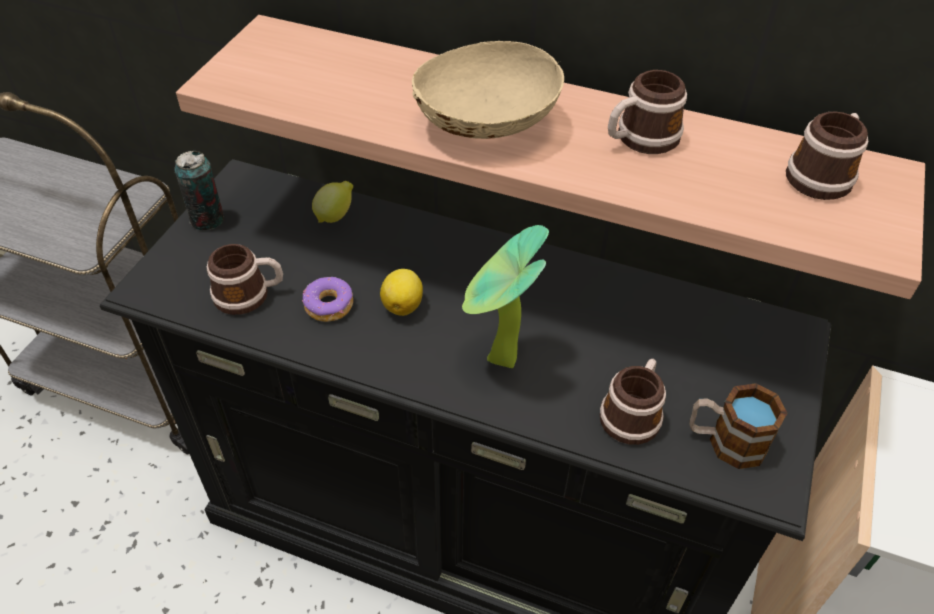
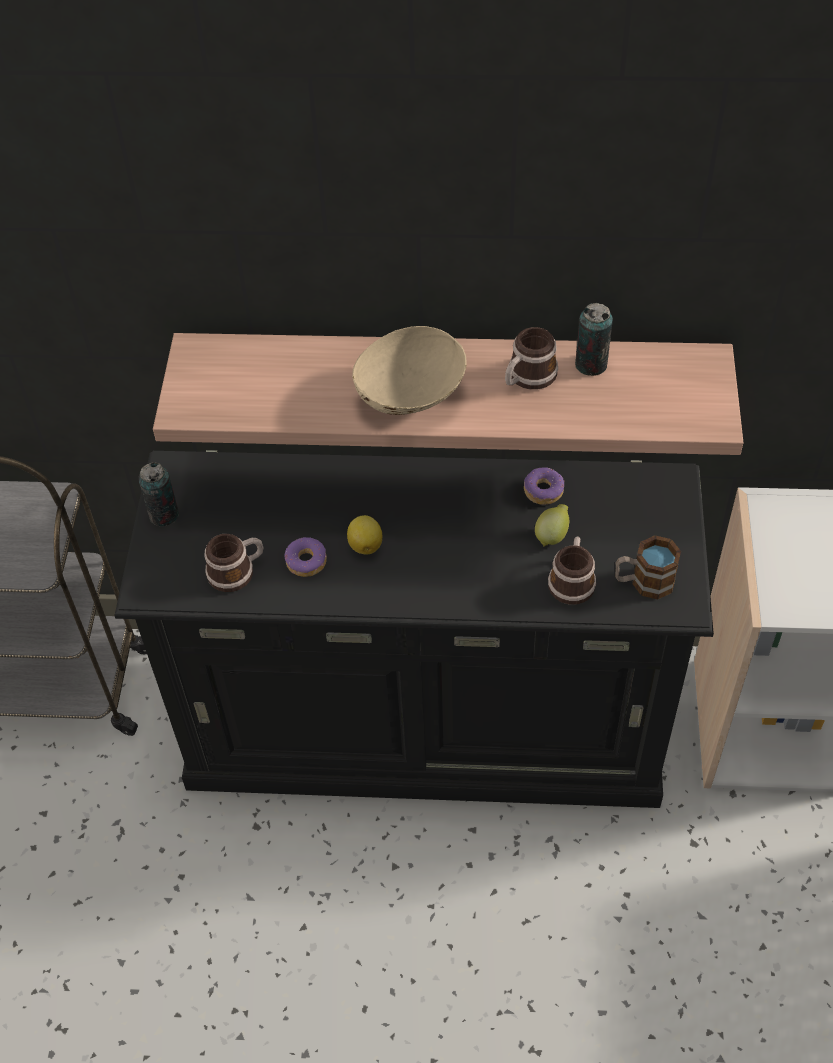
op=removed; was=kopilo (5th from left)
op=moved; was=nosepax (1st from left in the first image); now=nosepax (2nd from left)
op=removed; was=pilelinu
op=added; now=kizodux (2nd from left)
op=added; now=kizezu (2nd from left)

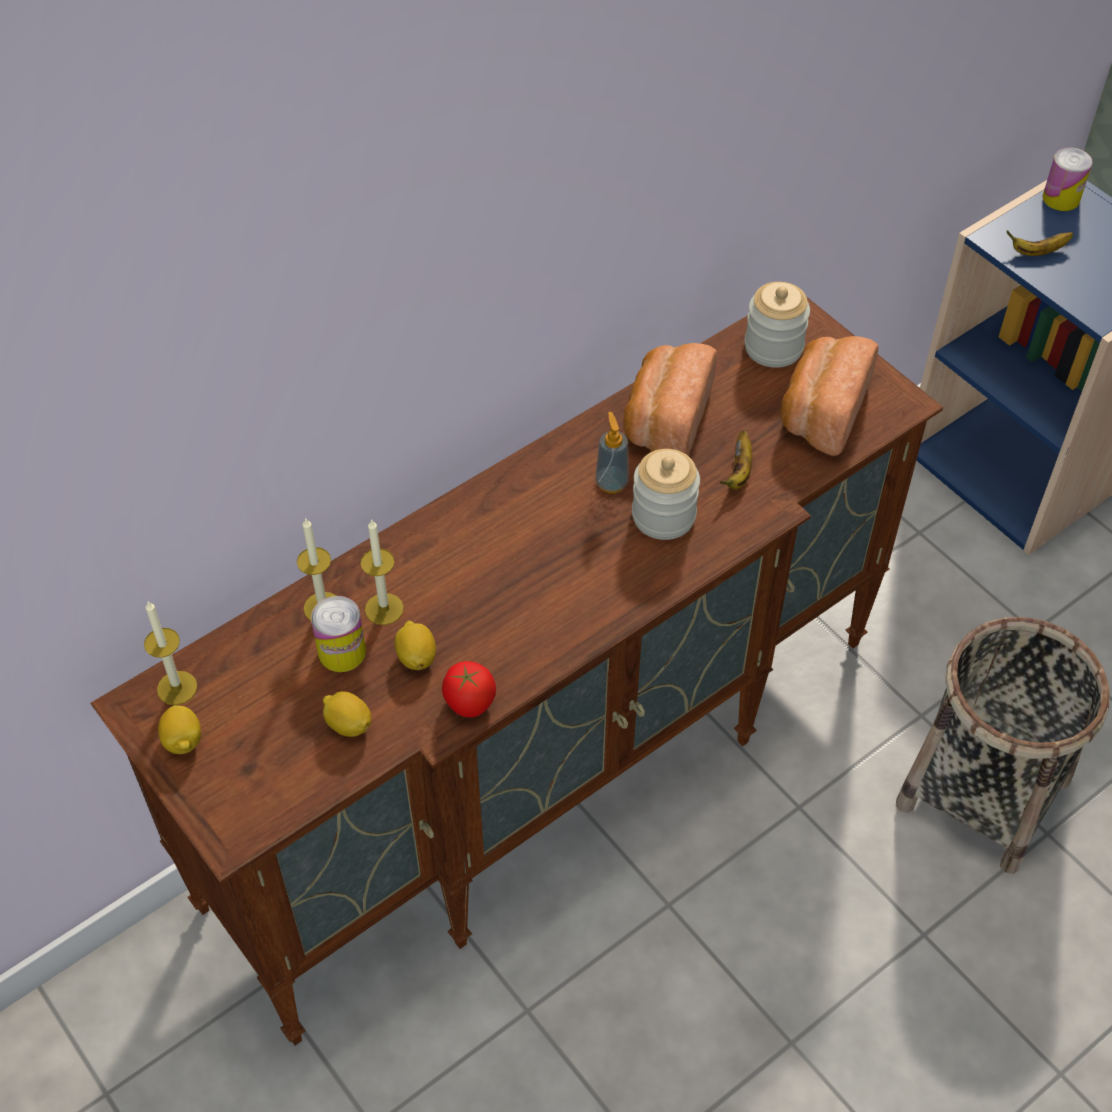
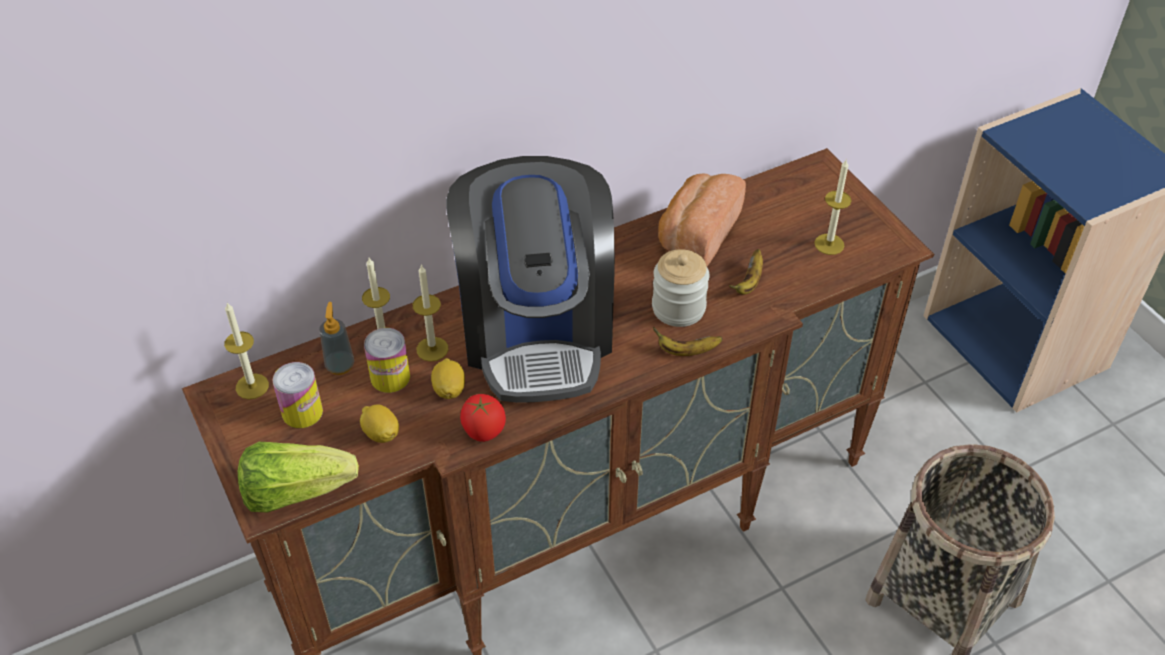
op=moved; was=kizodux (2nd from left in the first image); now=kizodux (1st from left)
op=moved; was=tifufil (2nd from left in the first image); now=tifufil (1st from left)
op=removed; was=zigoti (2nd from left)
op=replaced; was=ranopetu (2nd from left); now=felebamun (4th from left)
op=moved; was=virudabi
op=removed; was=nosepax (1st from left)
op=added; now=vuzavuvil
op=added; now=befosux

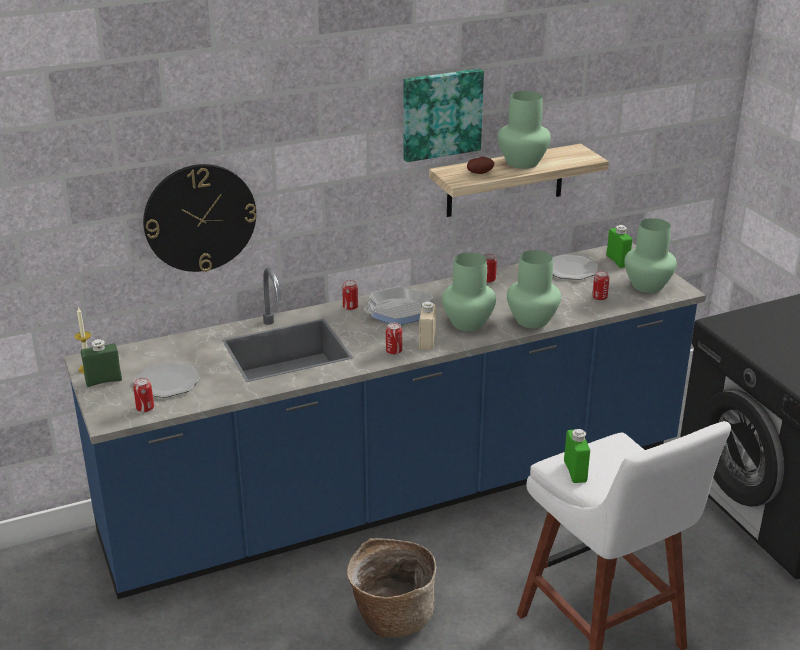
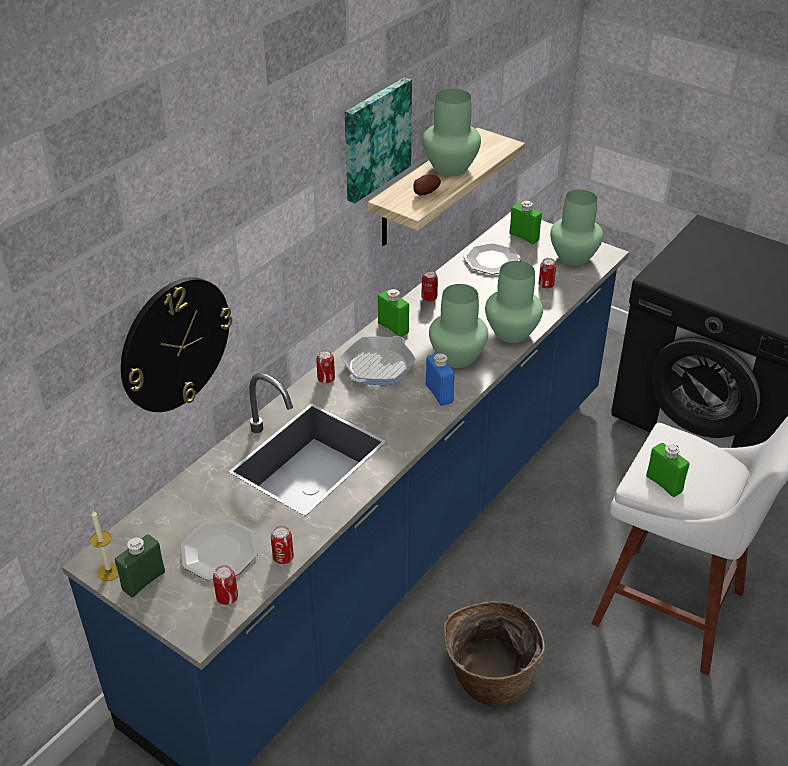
op=recoloured; was=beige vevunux; now=blue vevunux
op=moved; was=kizodux (3rd from left in the first image); now=kizodux (2nd from left)
op=added; now=green vevunux (2nd from left)

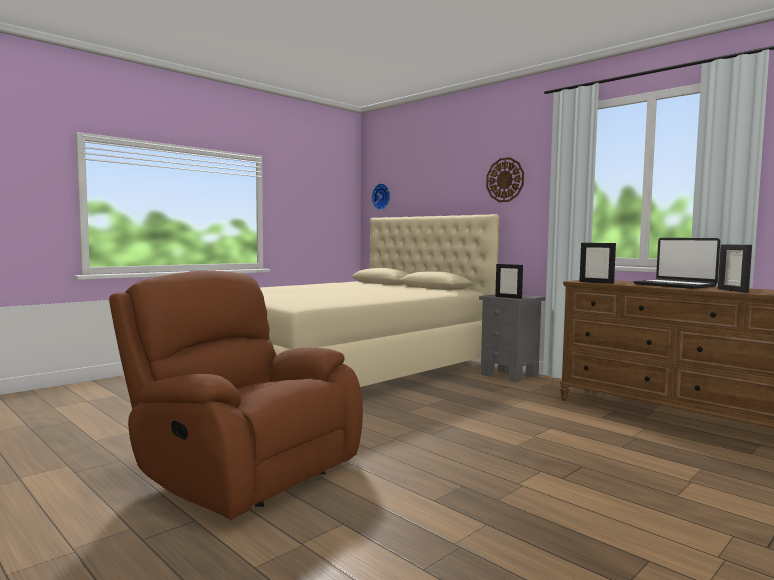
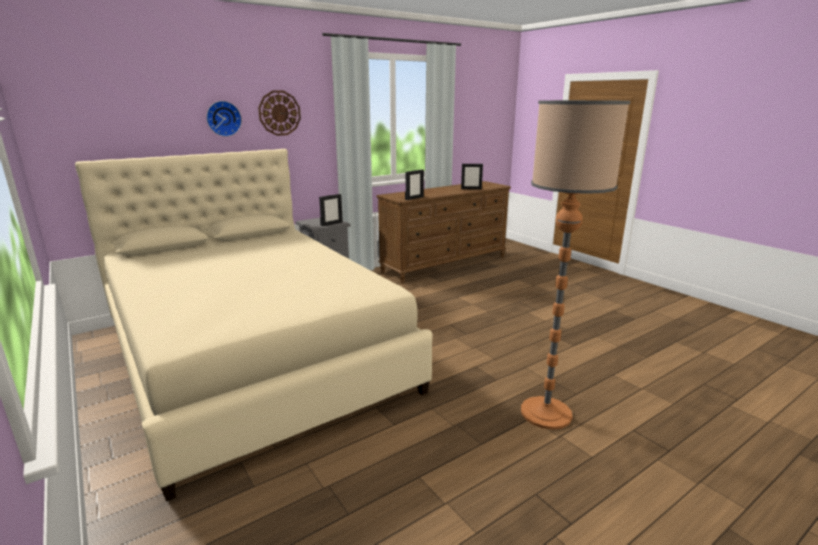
op=moved; was=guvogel (1st from left)
op=removed; was=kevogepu
op=replaced; was=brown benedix; now=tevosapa

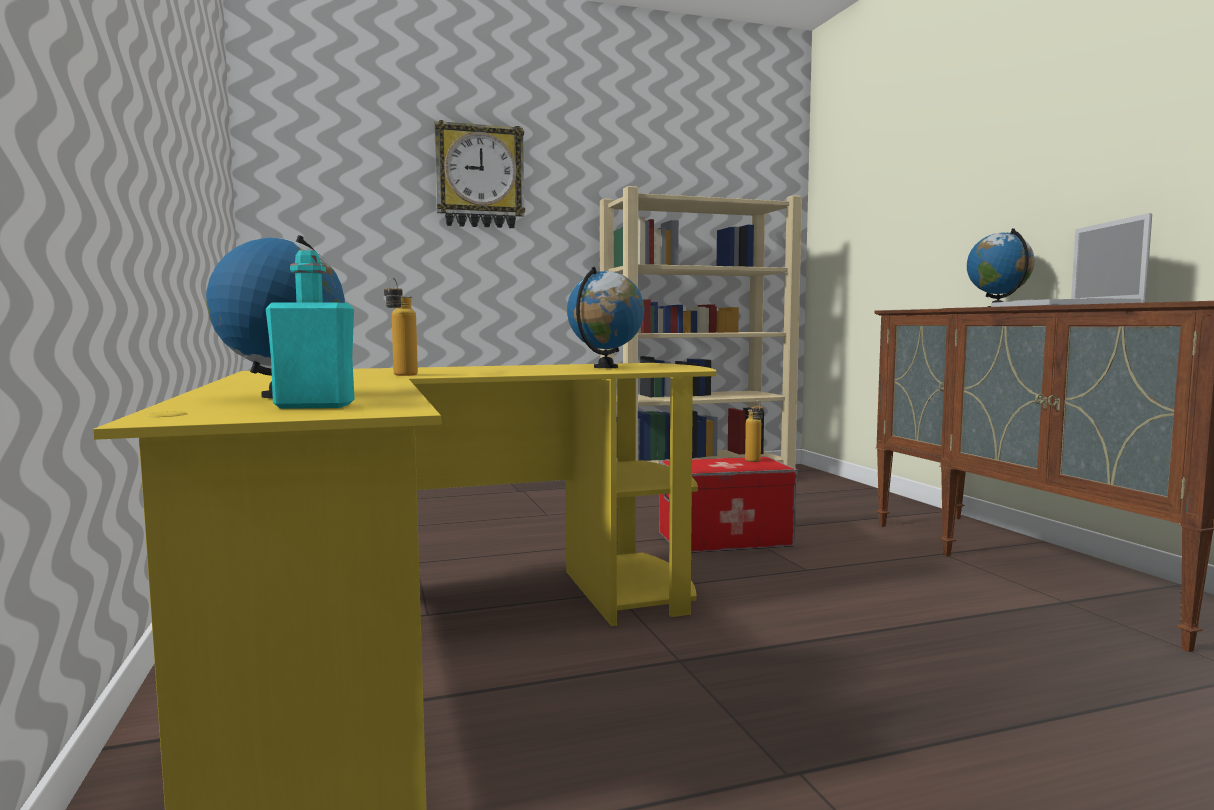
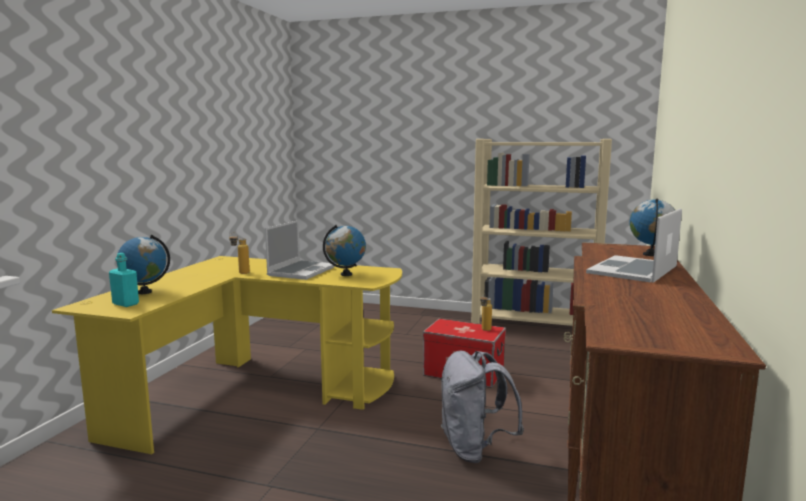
op=removed; was=guvogel
op=added; now=kevogepu (1st from left)
op=added; now=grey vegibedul

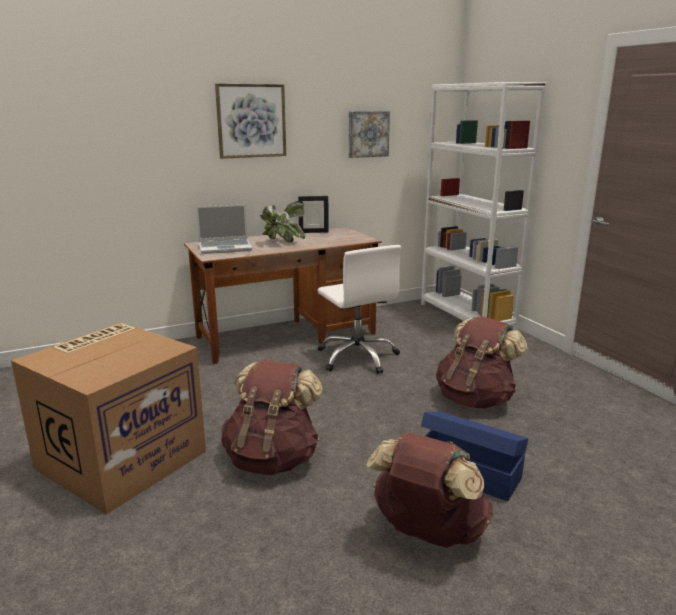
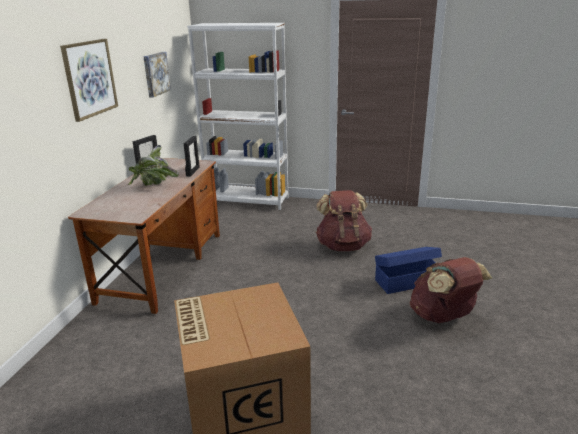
op=removed; was=kevogepu
op=removed; was=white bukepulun
op=removed; was=brown vegibedul (1st from left)
op=added; now=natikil (2nd from left)

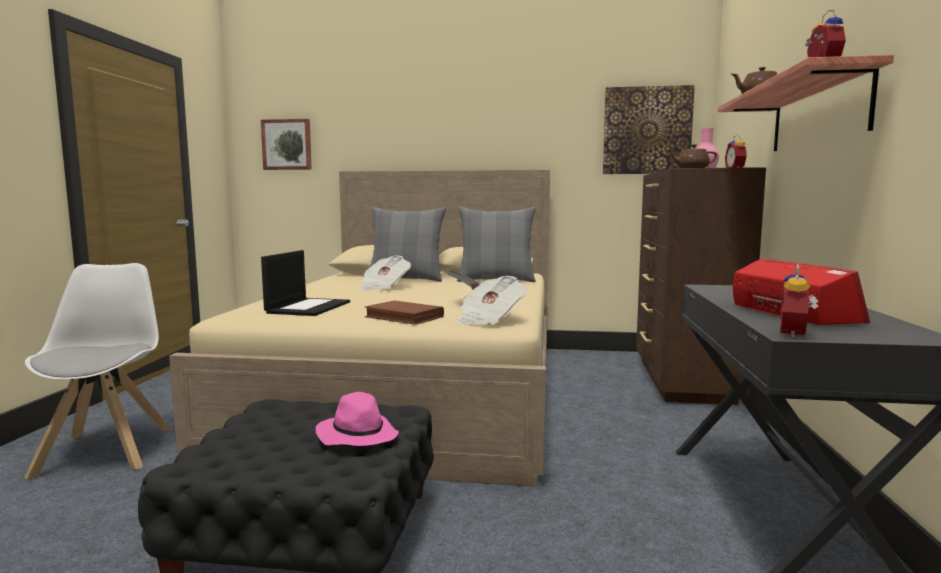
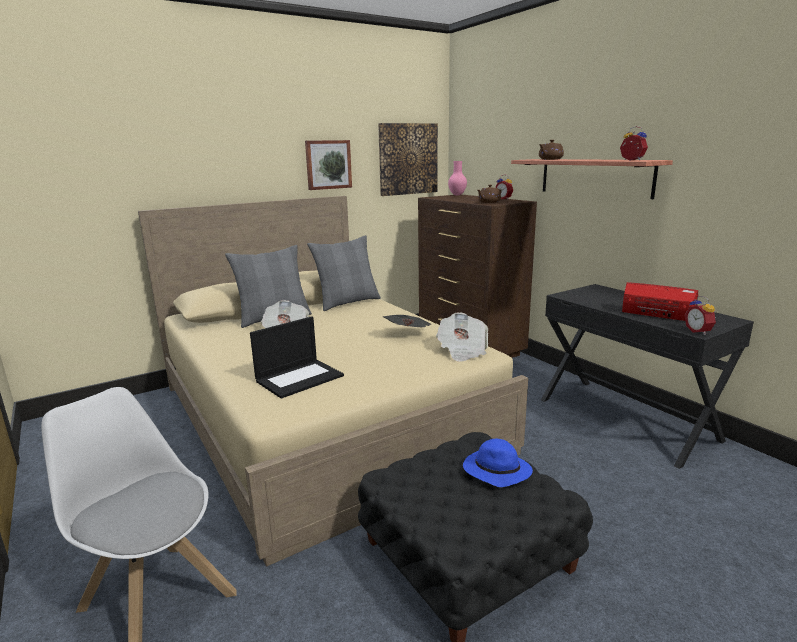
op=moved; was=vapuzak (1st from left)
op=turned; was=kevogepu; clockwise=75
op=removed; was=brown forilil
op=recoloured; was=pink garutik; now=blue garutik

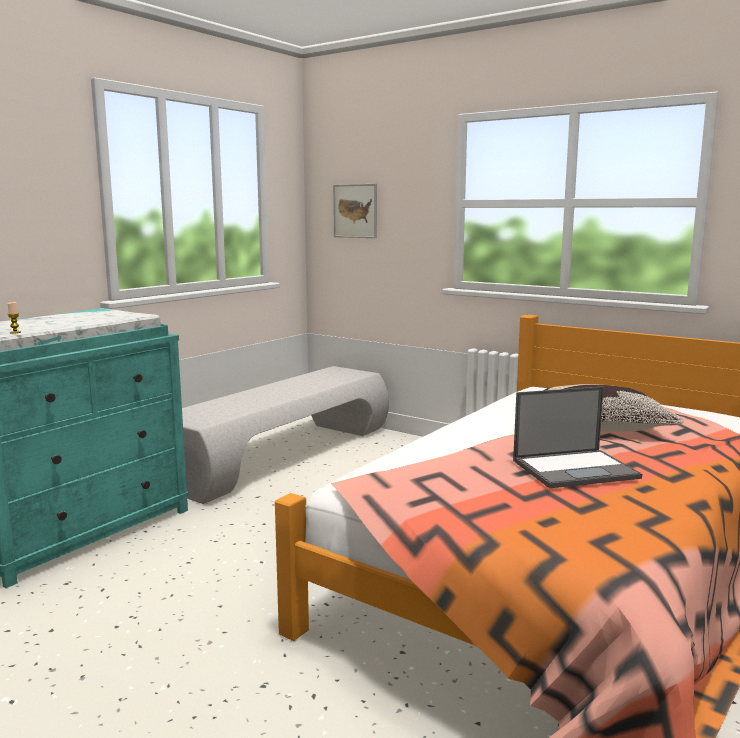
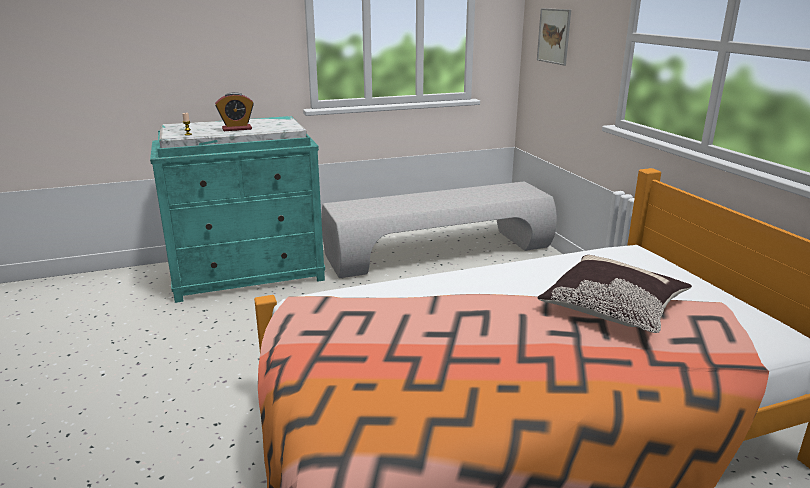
op=removed; was=kevogepu
op=added; now=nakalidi

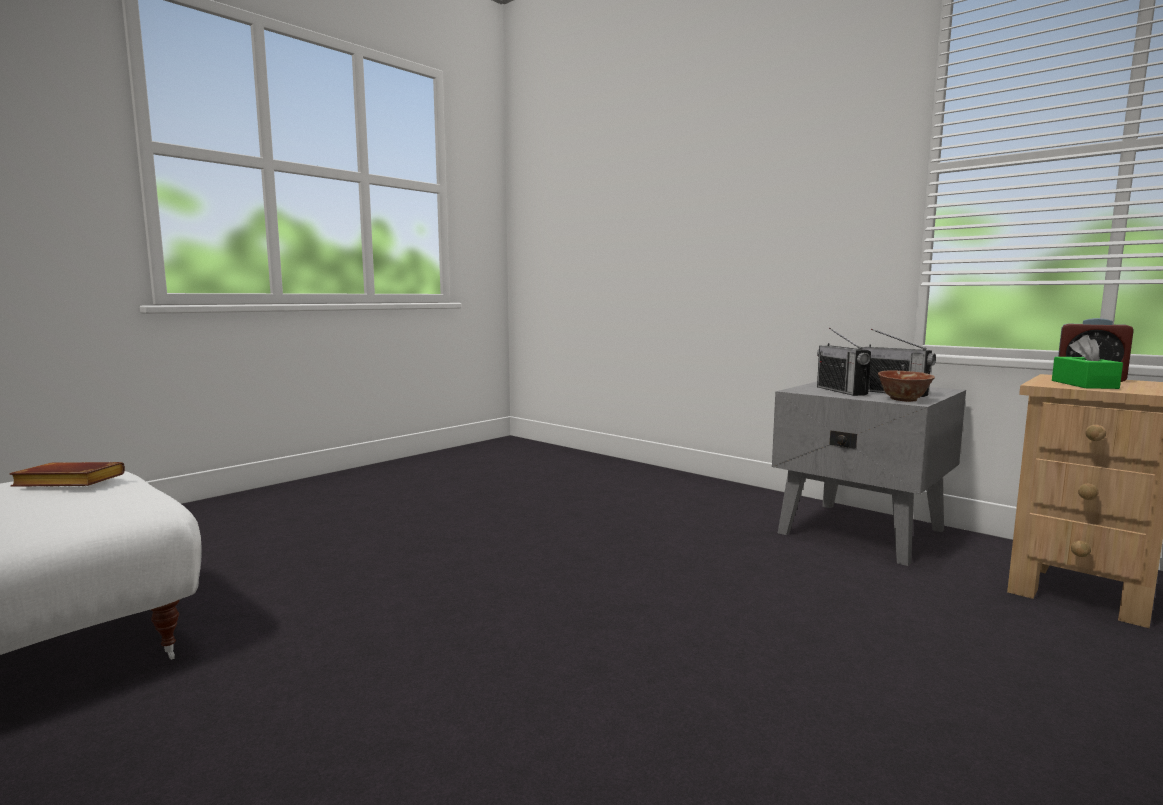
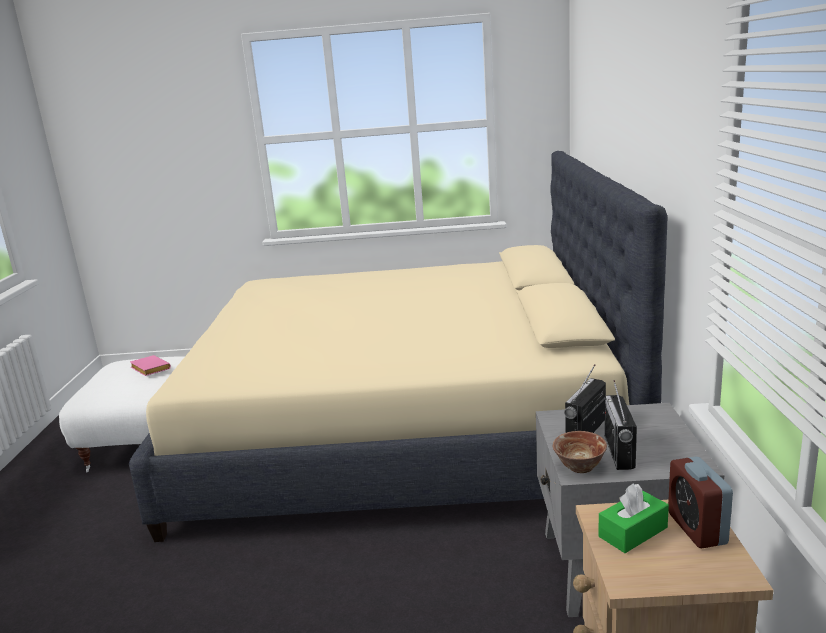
op=recoloured; was=brown forilil; now=pink forilil
op=added; now=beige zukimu

